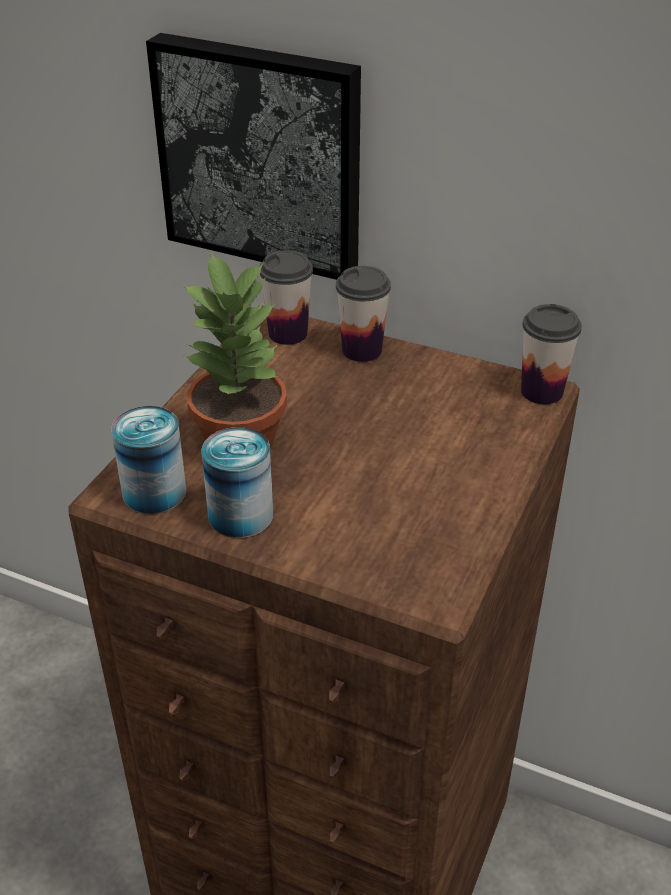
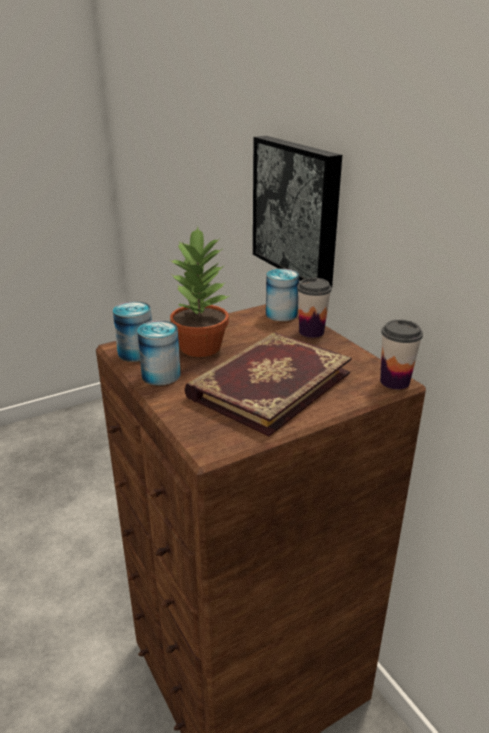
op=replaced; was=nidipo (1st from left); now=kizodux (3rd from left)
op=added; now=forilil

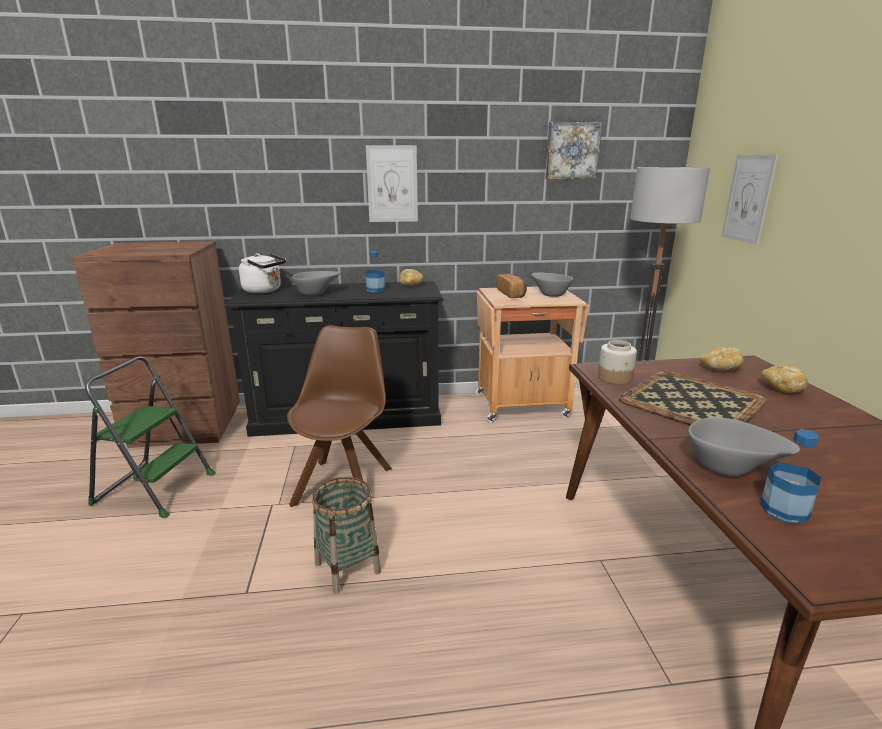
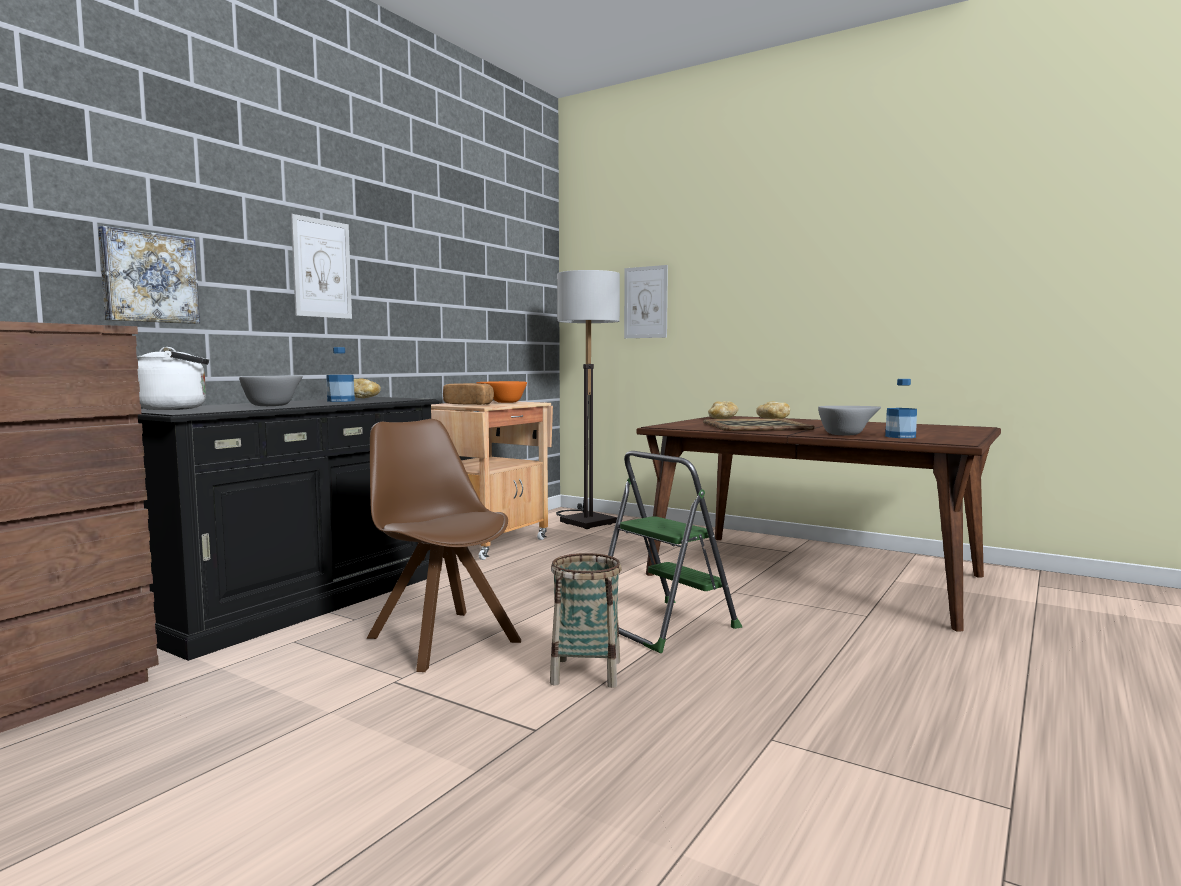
op=moved; was=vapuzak (2nd from left in the first image); now=vapuzak (1st from left)
op=recoloured; was=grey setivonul (2nd from left); now=orange setivonul
op=removed; was=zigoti
op=moved; was=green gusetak

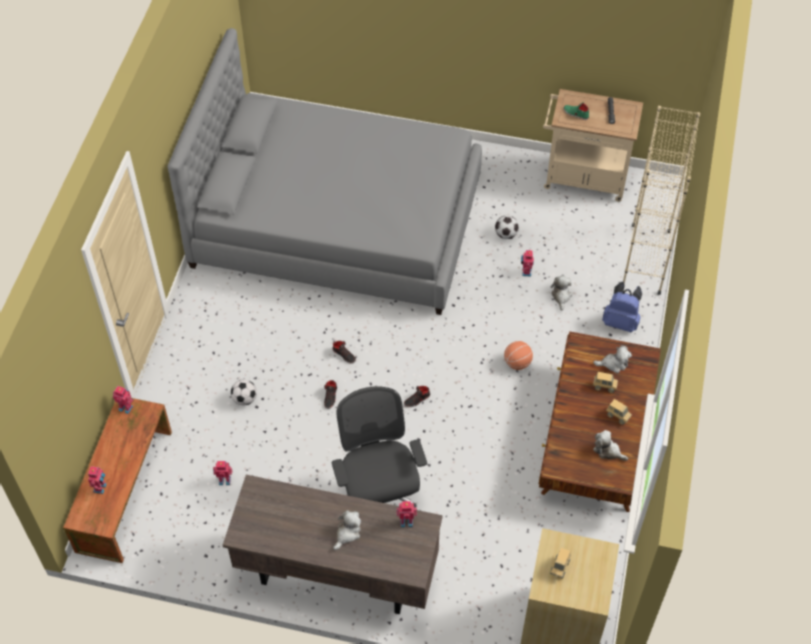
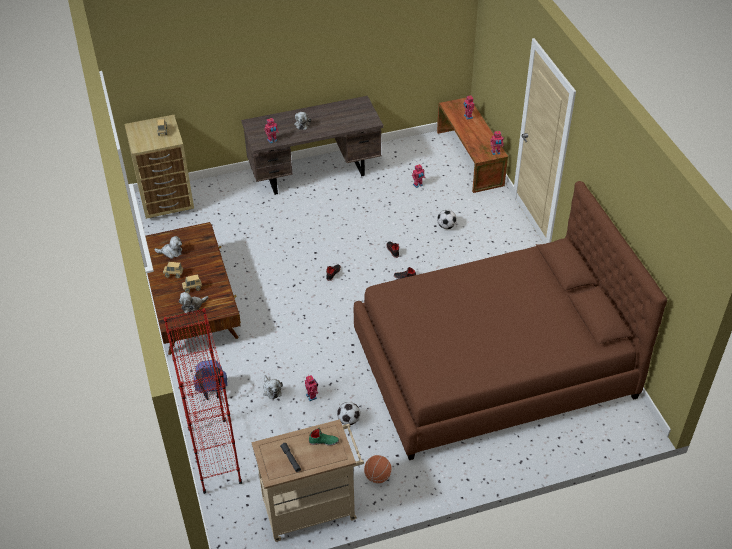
op=recoloured; was=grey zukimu; now=brown zukimu
op=recoloured; was=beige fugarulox; now=red fugarulox
op=moved; was=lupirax
op=removed; was=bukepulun

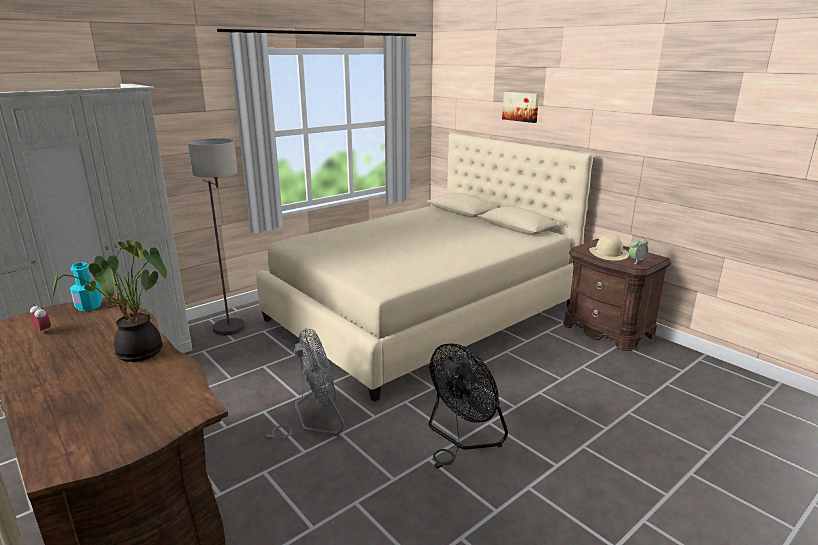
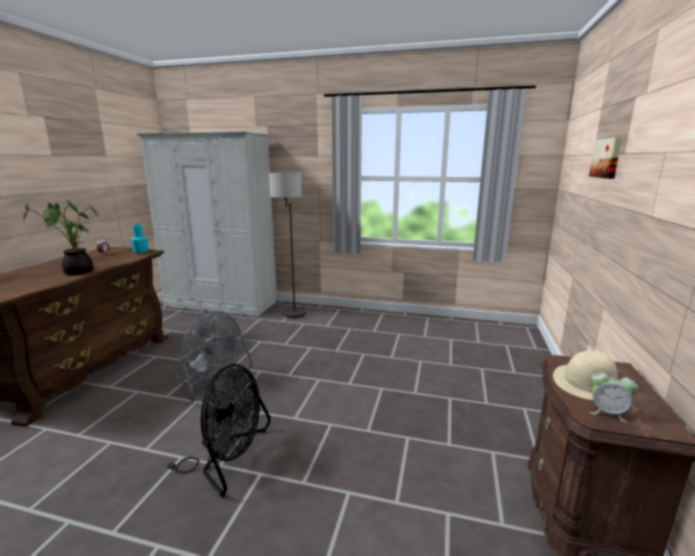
op=removed; was=beige zukimu

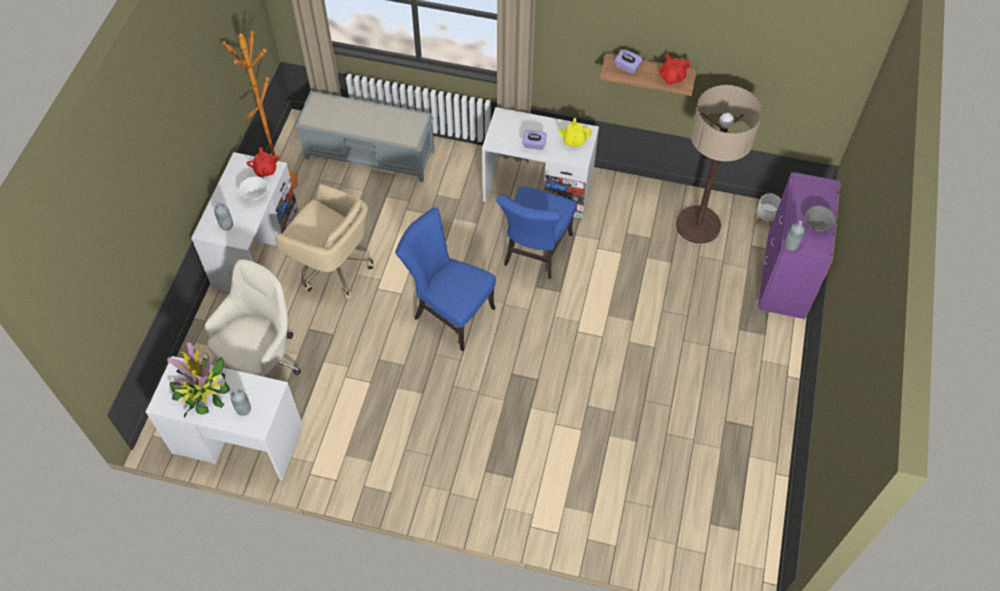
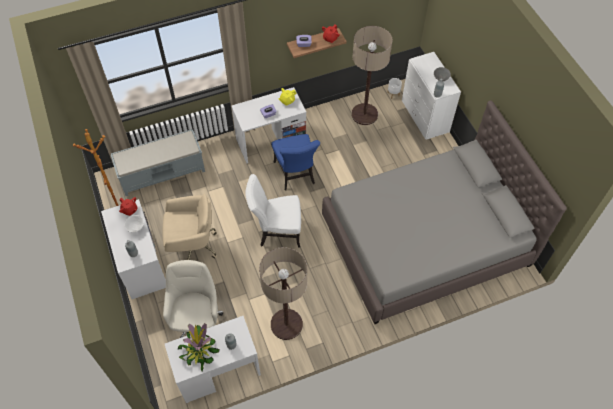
op=recoloured; was=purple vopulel; now=white vopulel
op=recoloured; was=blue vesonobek (1st from left); now=white vesonobek
op=added; now=grey zukimu
op=added; now=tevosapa (1st from left)

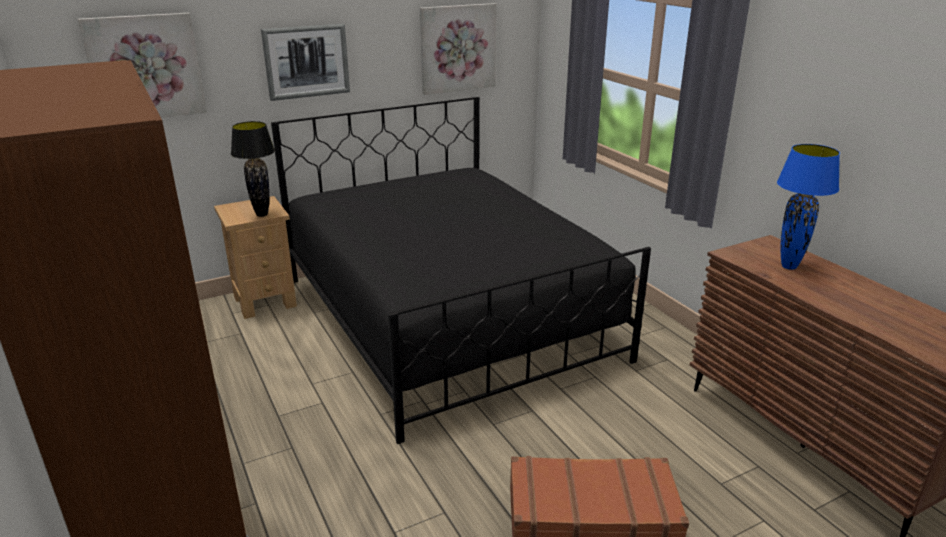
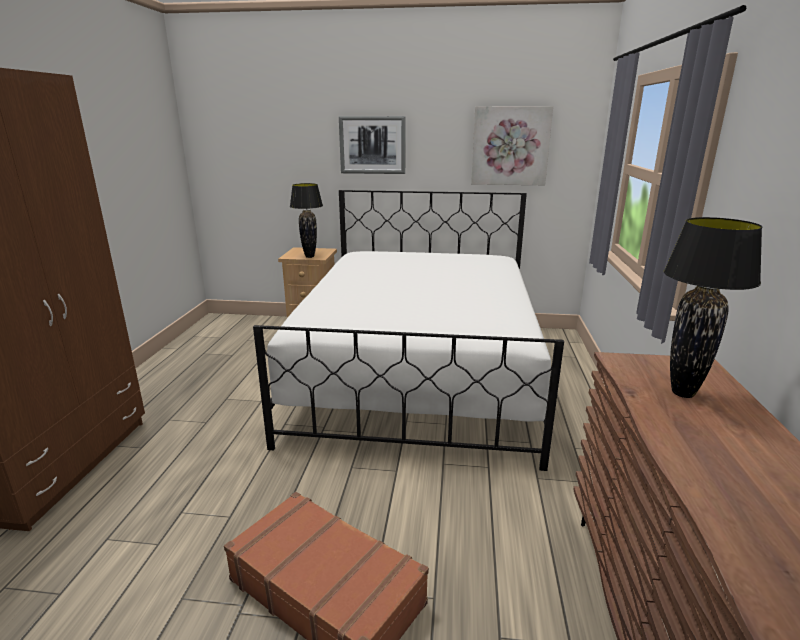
op=removed; was=vapuzak (1st from left)
op=recoloured; was=black zukimu; now=white zukimu
op=recoloured; was=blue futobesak; now=black futobesak (2nd from left)

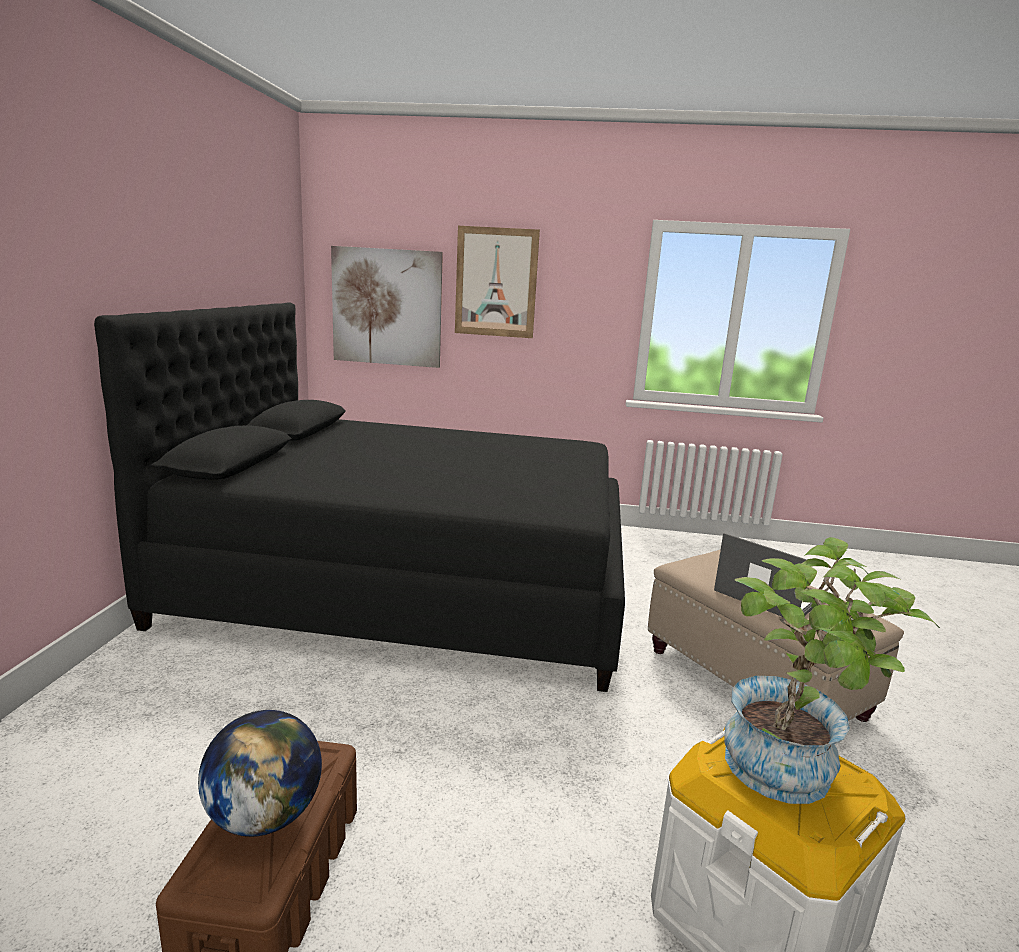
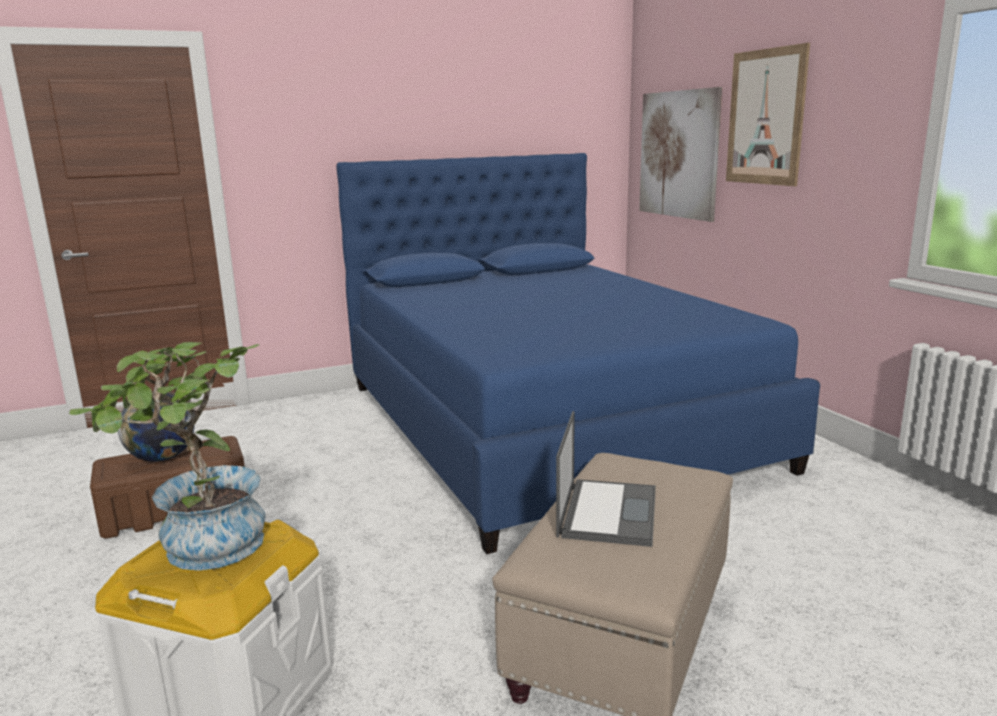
op=recoloured; was=black zukimu; now=blue zukimu

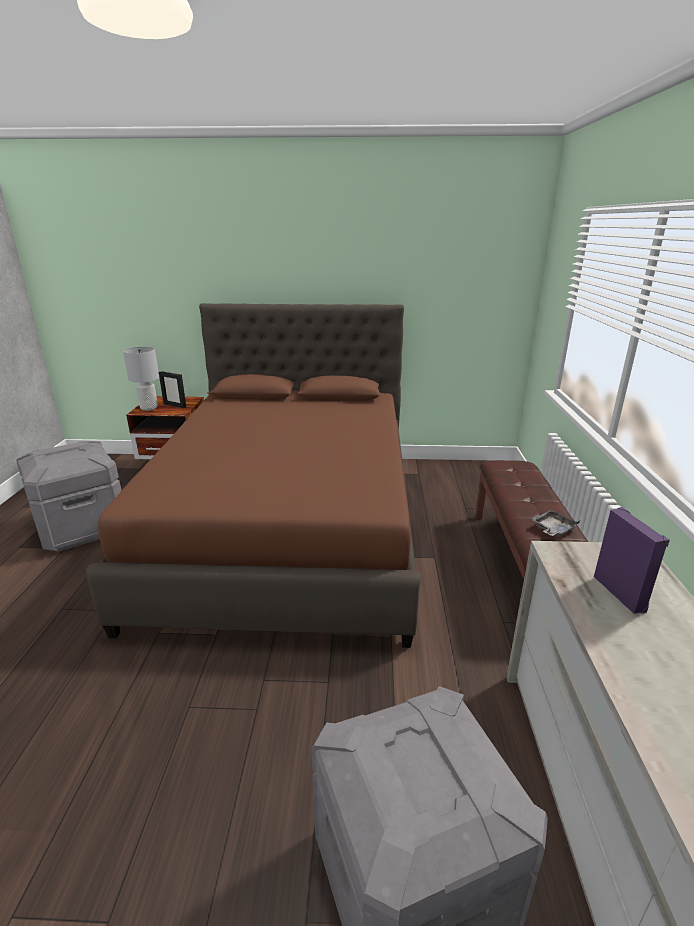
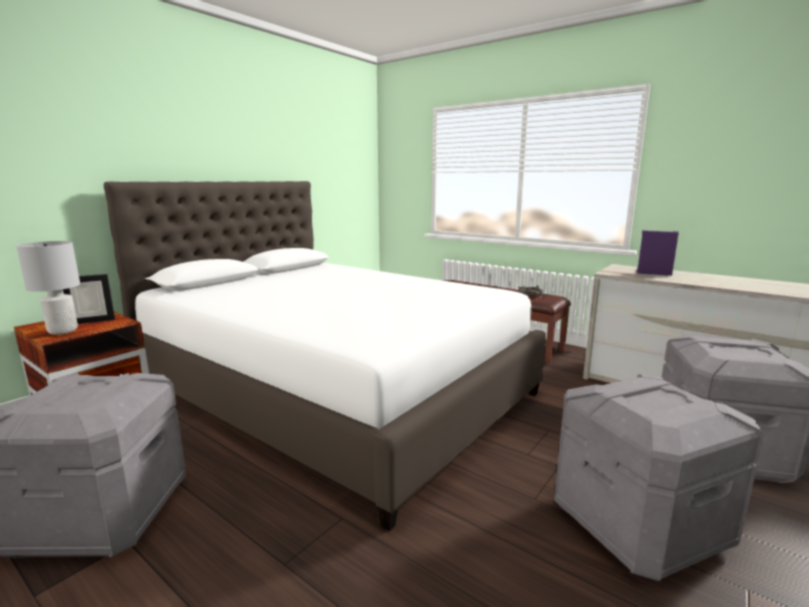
op=recoloured; was=brown zukimu; now=white zukimu
op=added; now=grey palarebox (2nd from left)

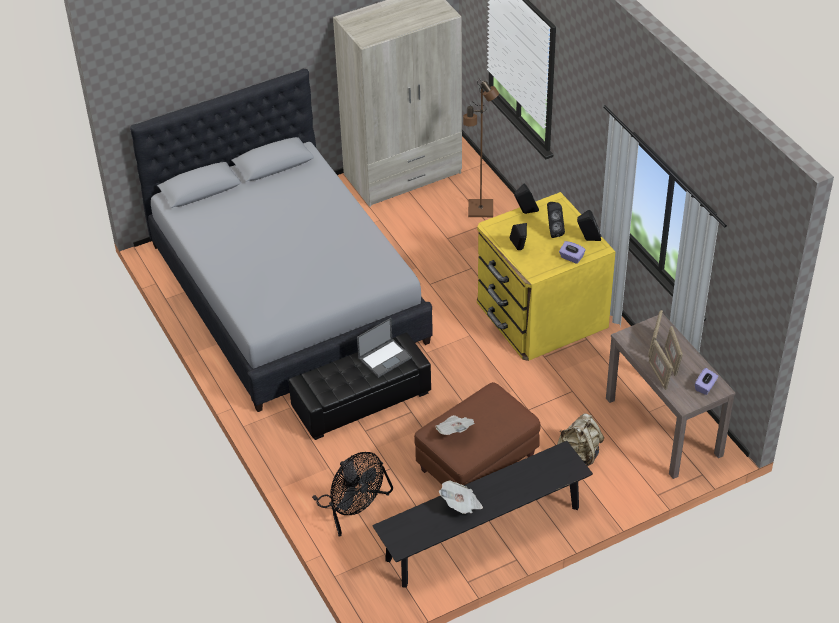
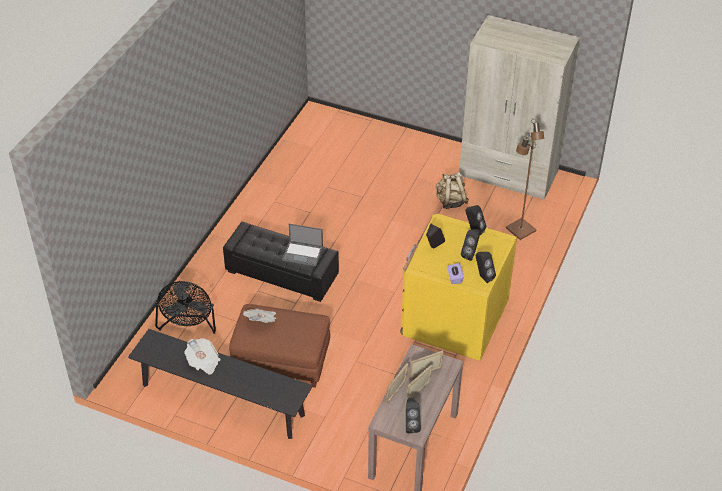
op=removed; was=grey zukimu
op=replaced; was=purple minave (2nd from left); now=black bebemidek (1st from left)
op=moved; was=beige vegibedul

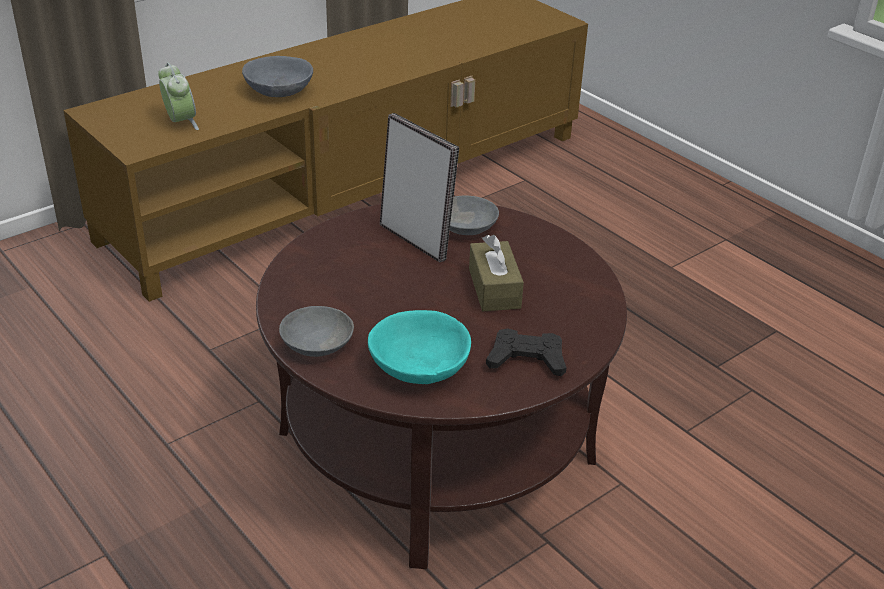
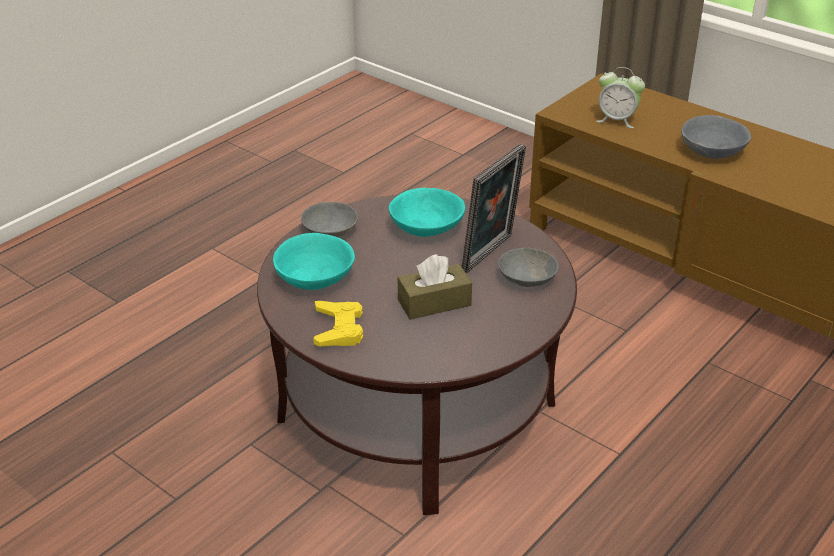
op=turned; was=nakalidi; clockwise=60
op=recoloured; was=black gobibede; now=yellow gobibede
op=added; now=turquoise setivonul (2nd from left)

